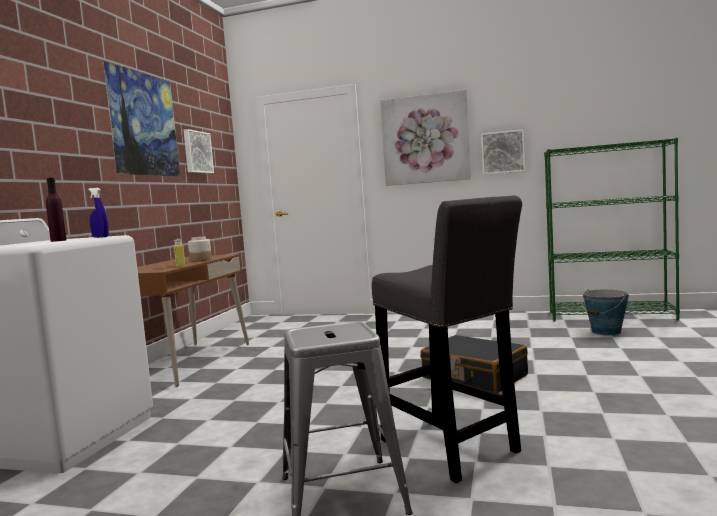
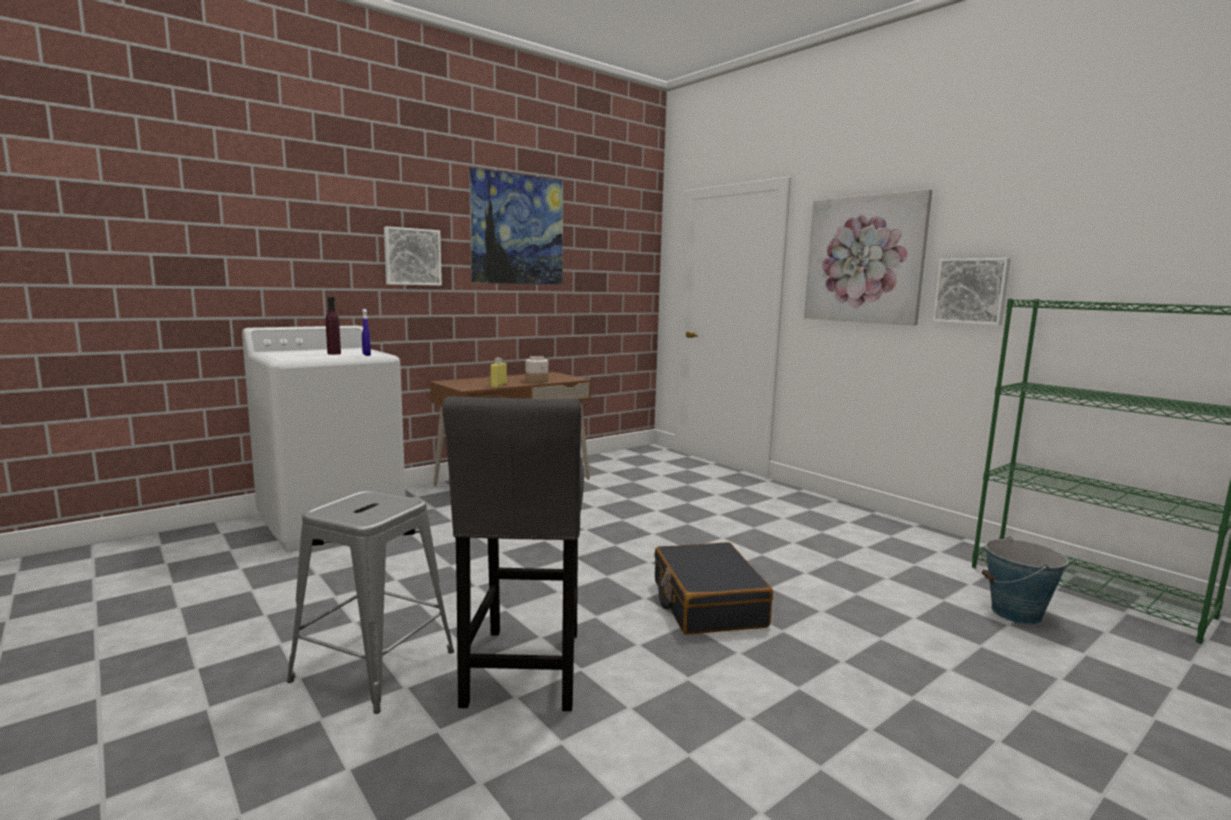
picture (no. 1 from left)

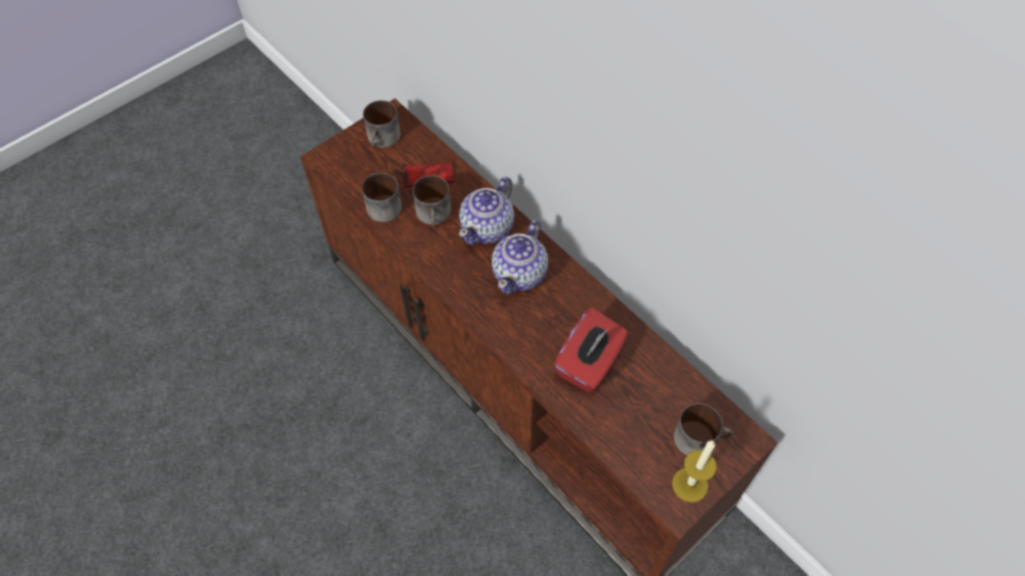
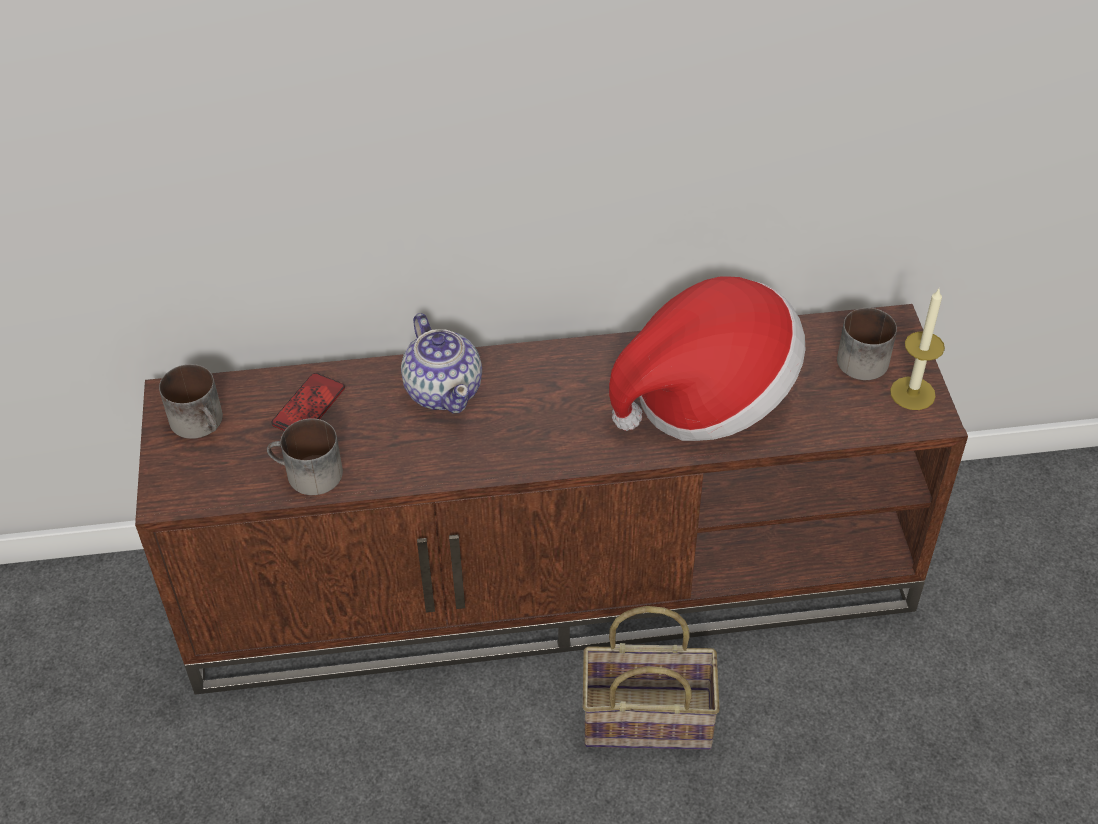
basket
wearable hat
mug (no. 3 from left in the first image)
pot for tea (no. 2 from left in the first image)

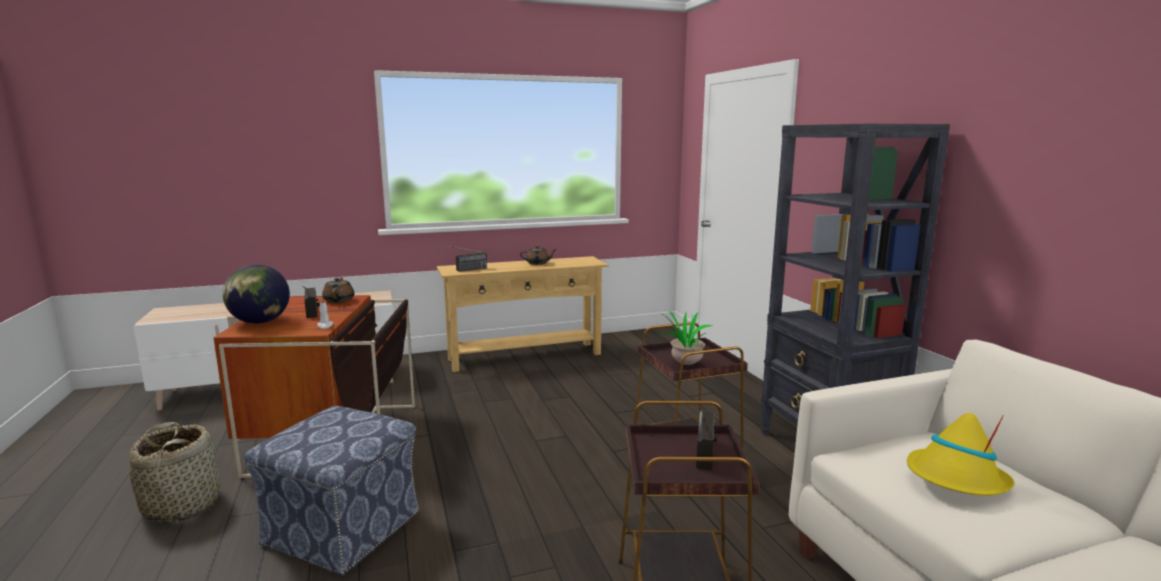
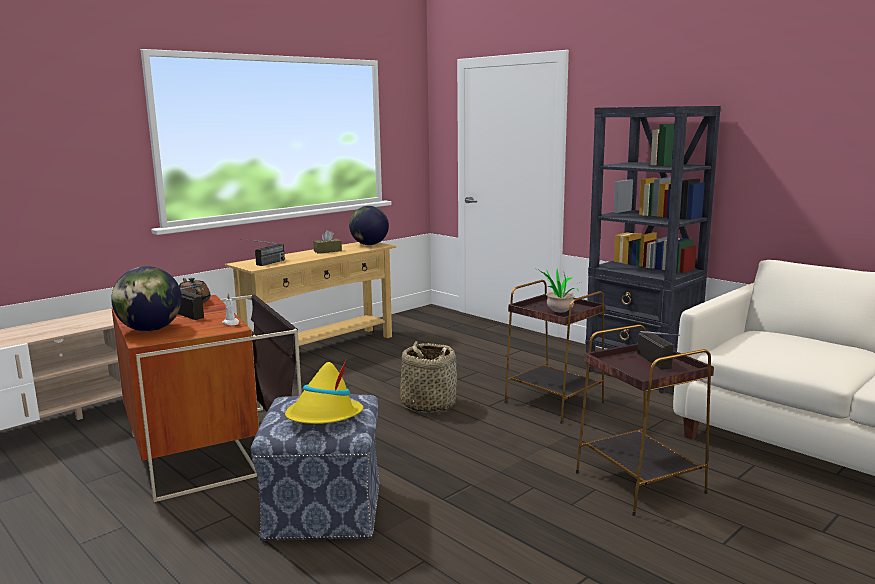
wearable hat (yellowish)
box of tissues (brown)
globe (no. 2 from left)
basket

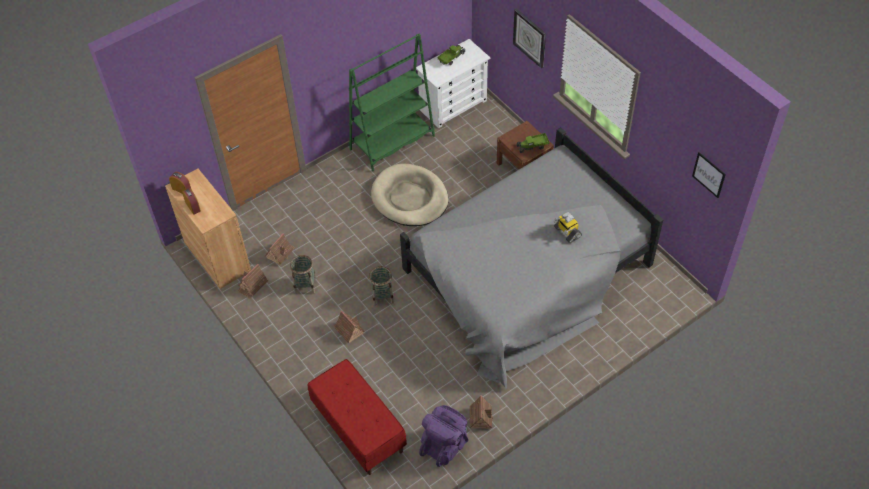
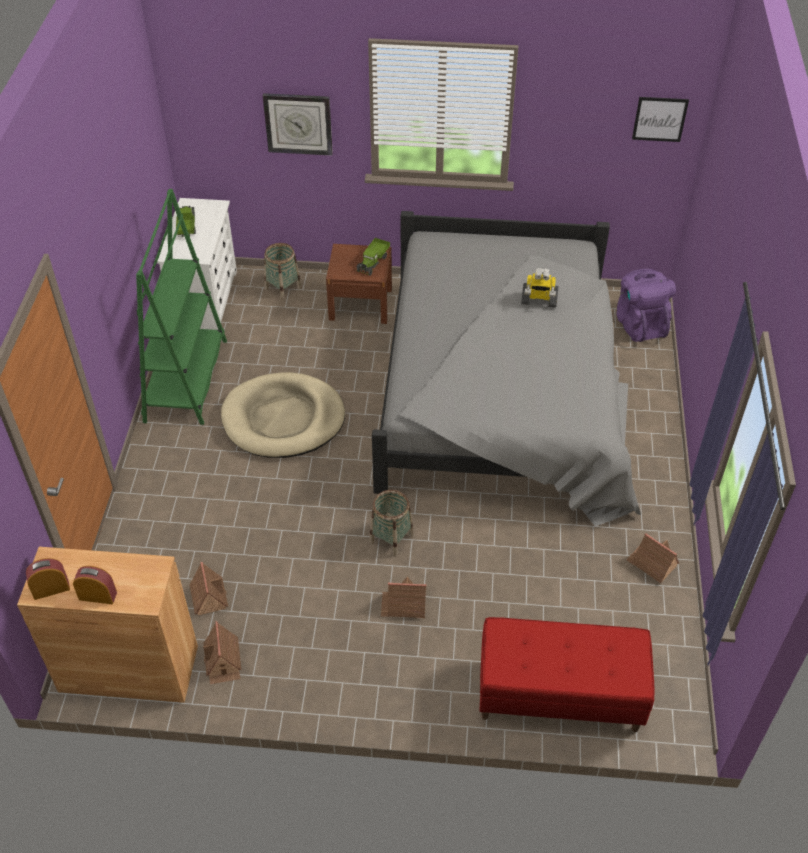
basket (no. 1 from left)
rucksack (purple)

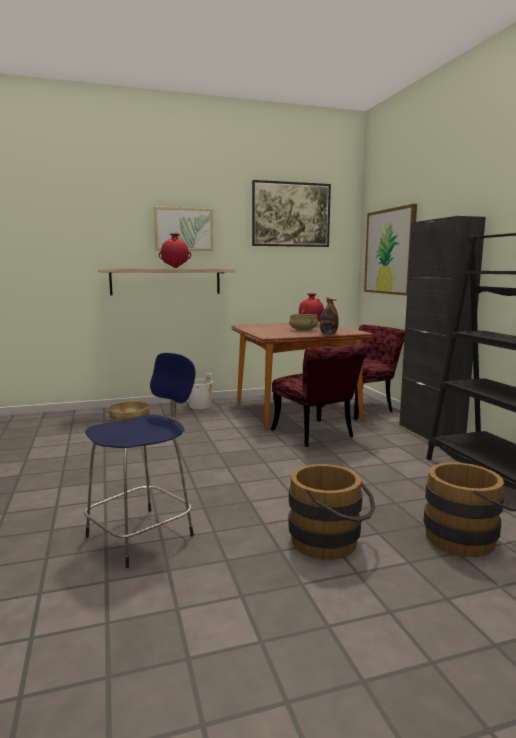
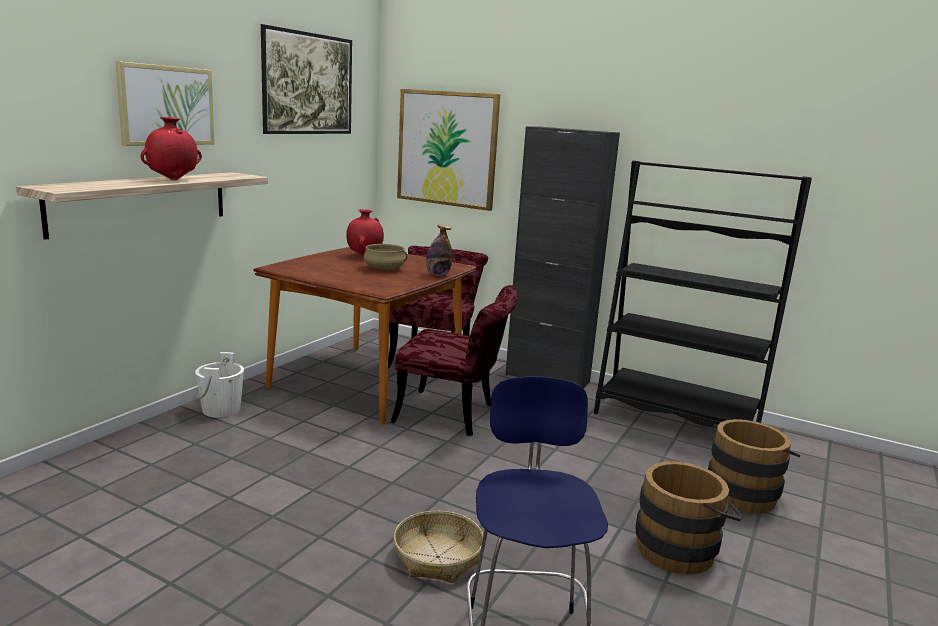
basket

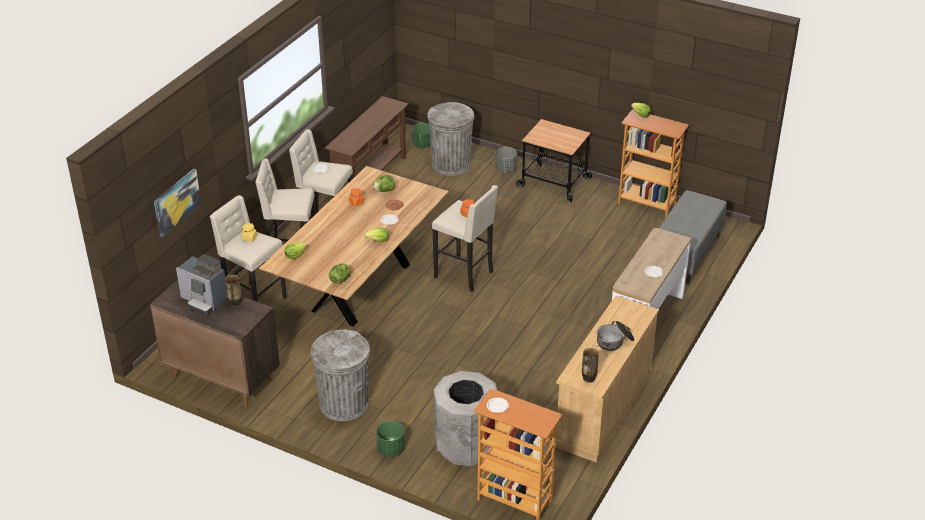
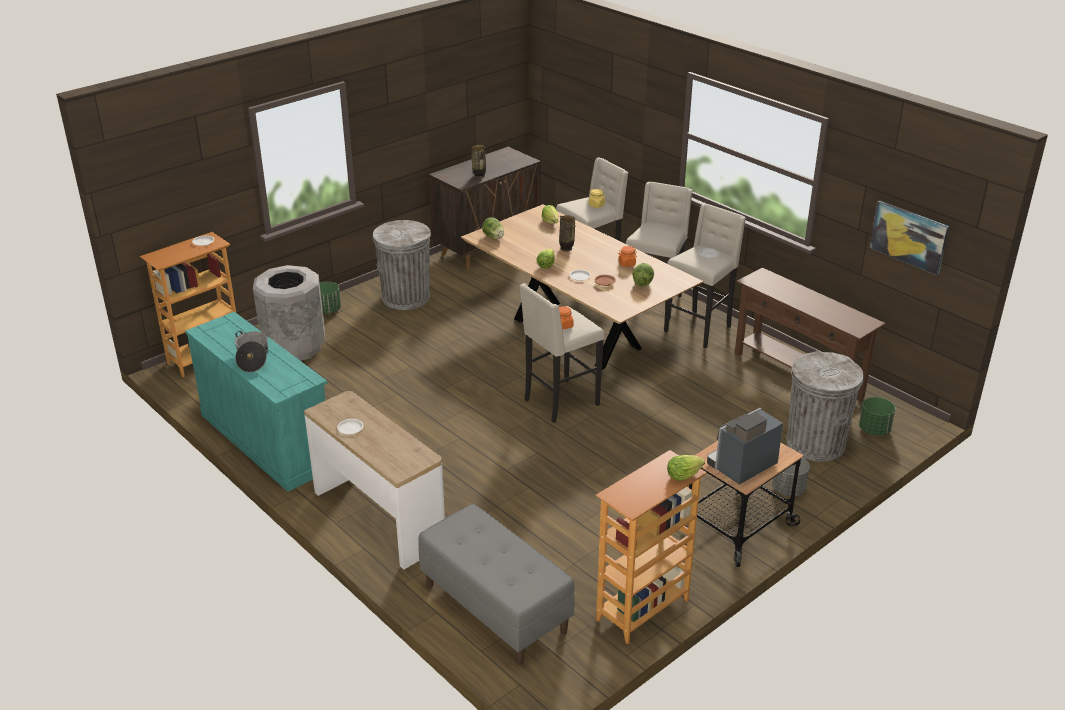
chest of drawers (turquoise)
decorative vase (no. 2 from left)
coffee brewer
picture

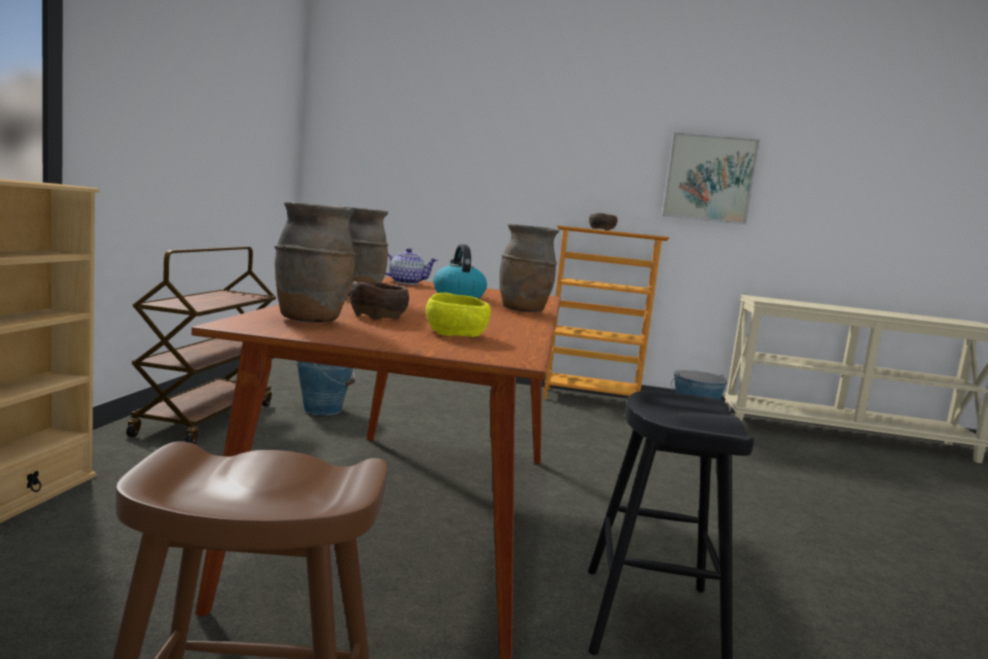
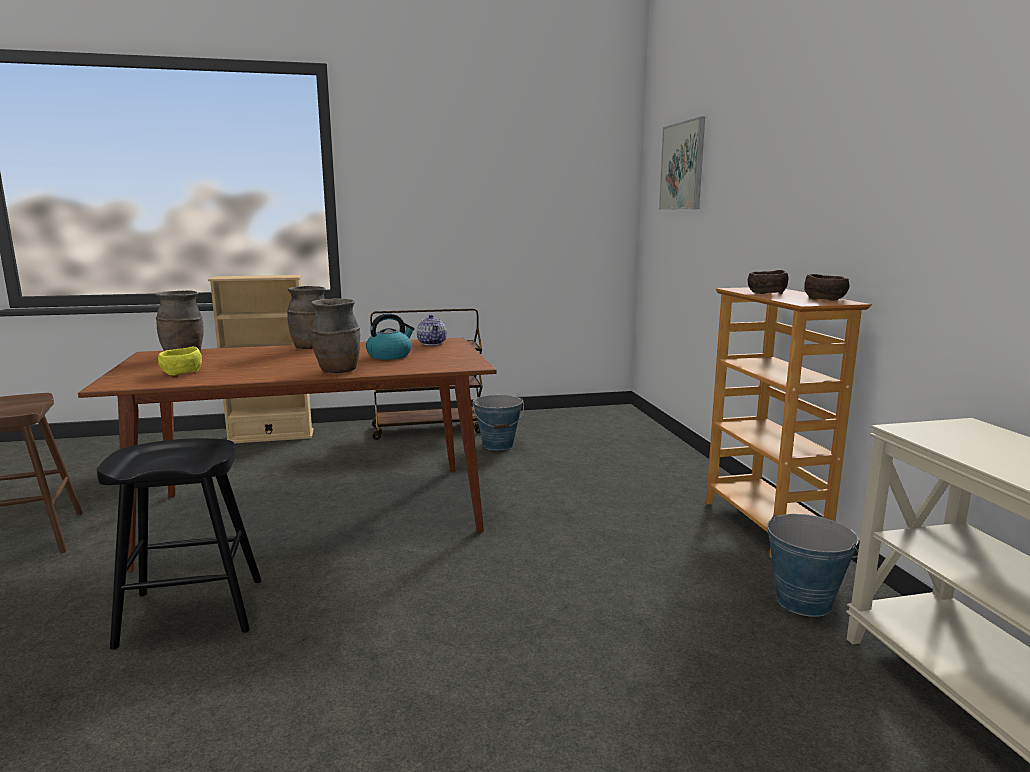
picture
deep dish (brown) (no. 2 from left)

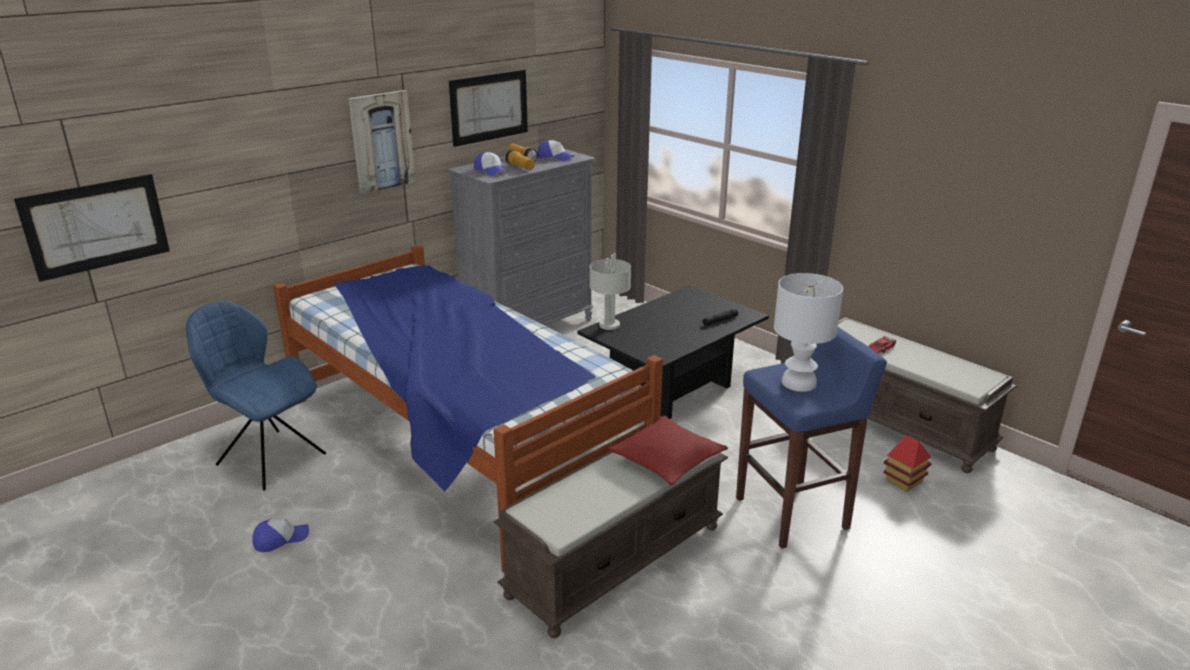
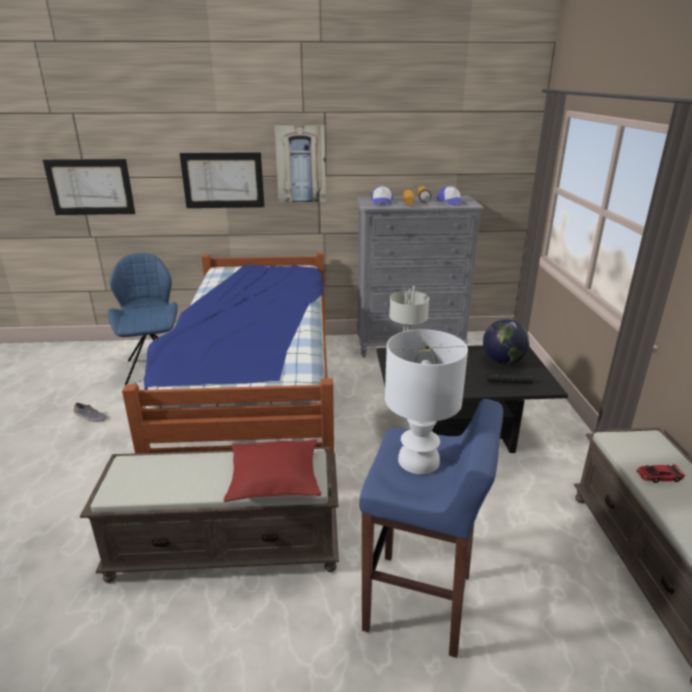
shoe
picture (no. 2 from left)
globe
model house

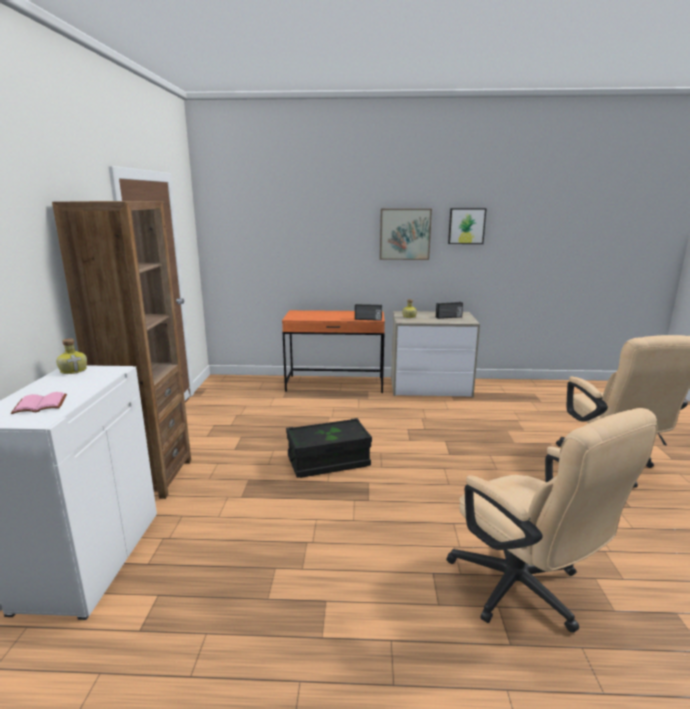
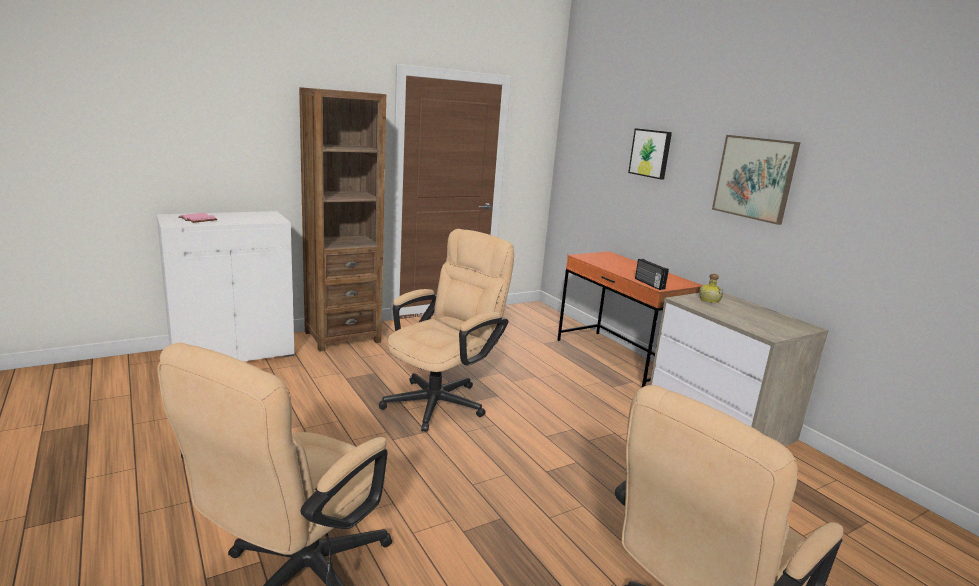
office chair (beige) (no. 2 from left)
picture (no. 1 from left)
bottle (no. 1 from left in the first image)
radio set (no. 2 from left in the first image)

